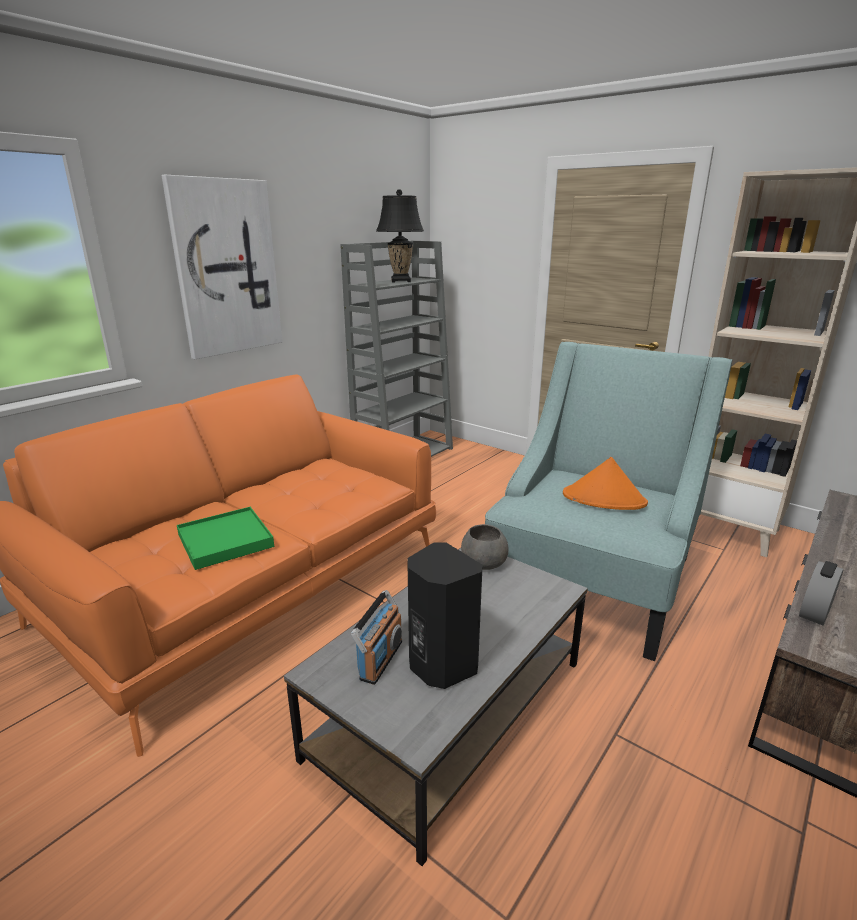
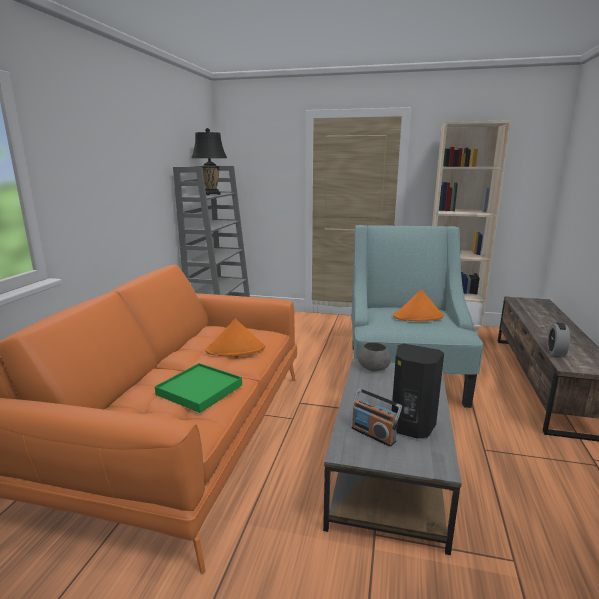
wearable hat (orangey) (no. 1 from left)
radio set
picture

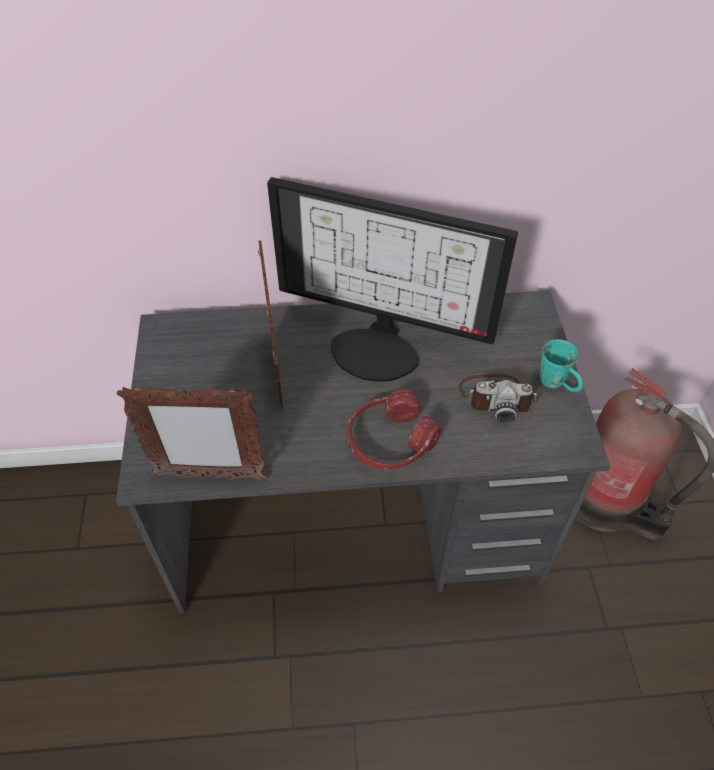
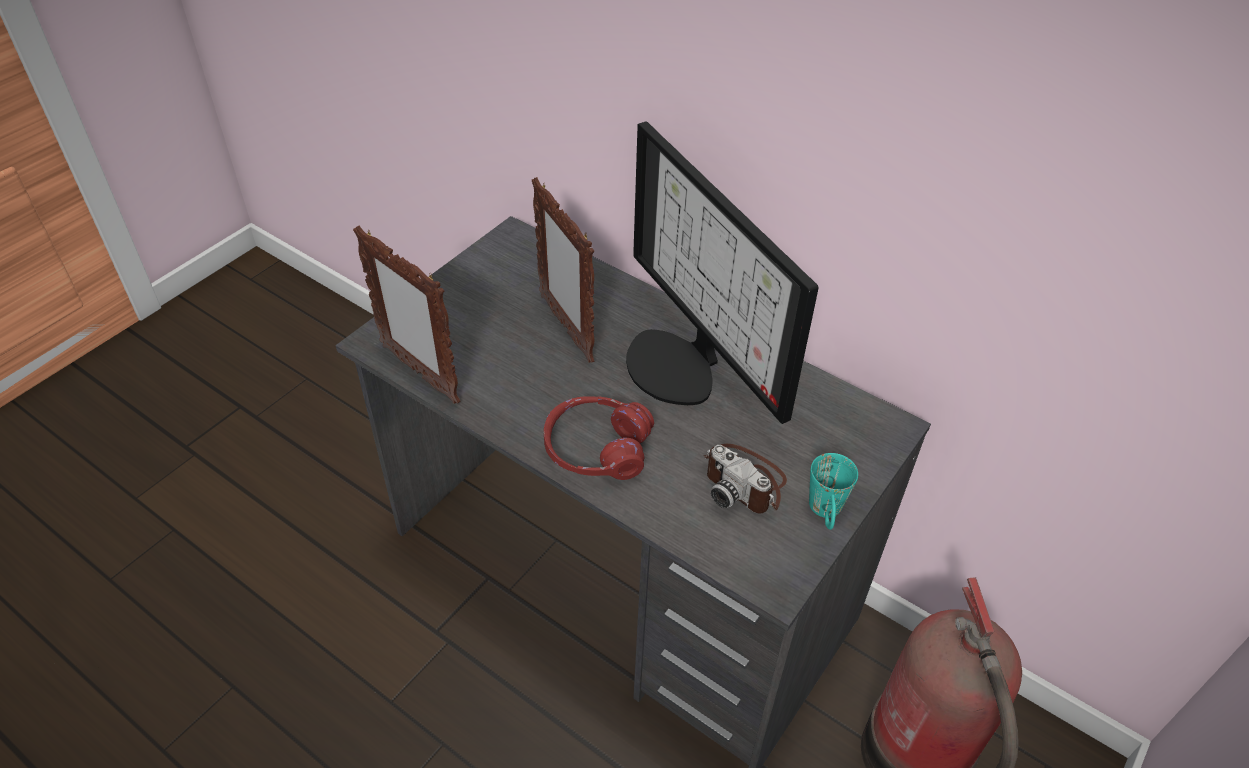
photo frame (no. 2 from left)

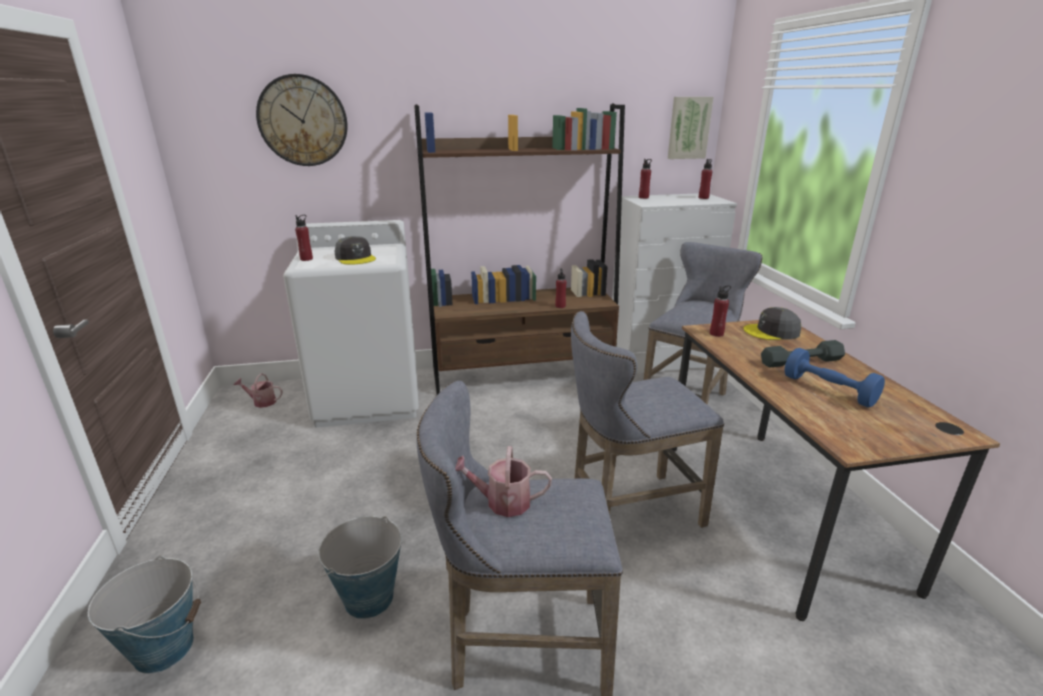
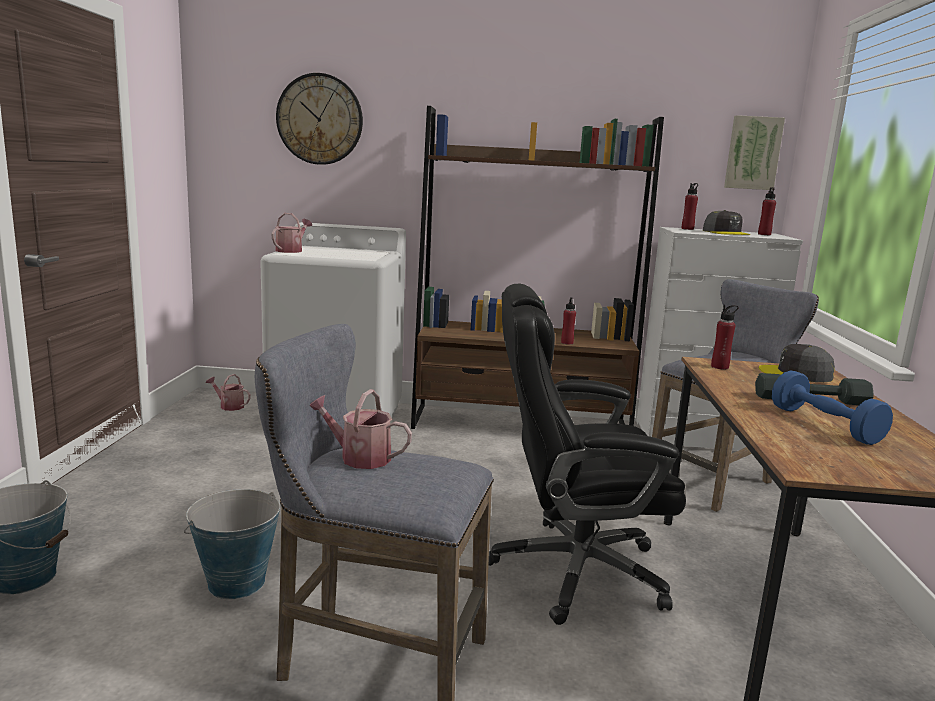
sprinkling can (no. 2 from left)
office chair (black-coloured)
cap (greyish) (no. 1 from left)

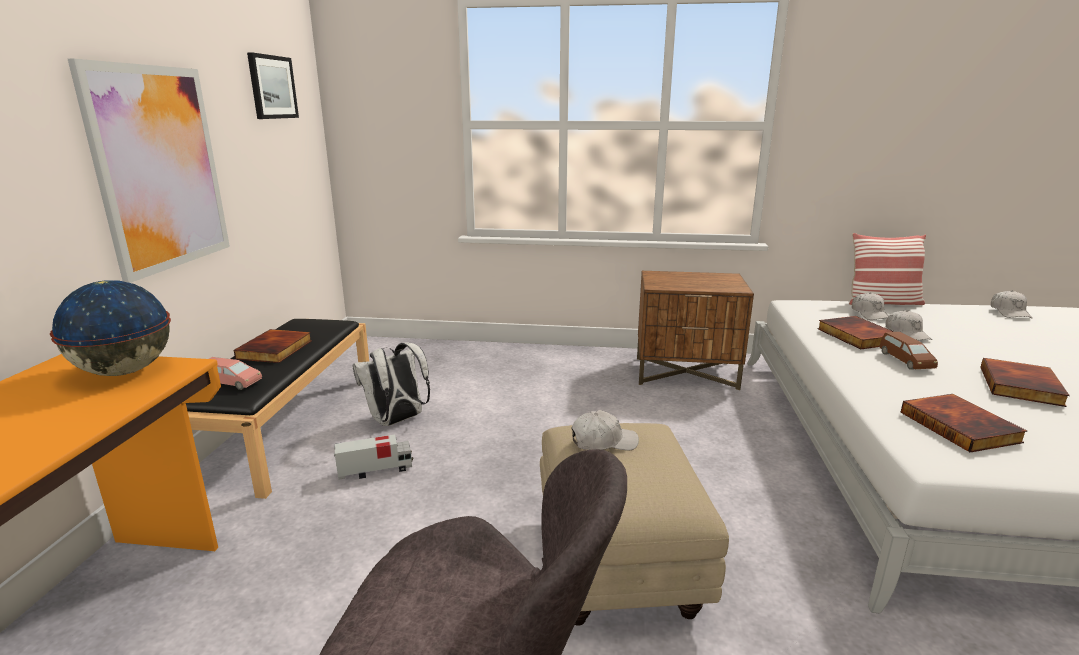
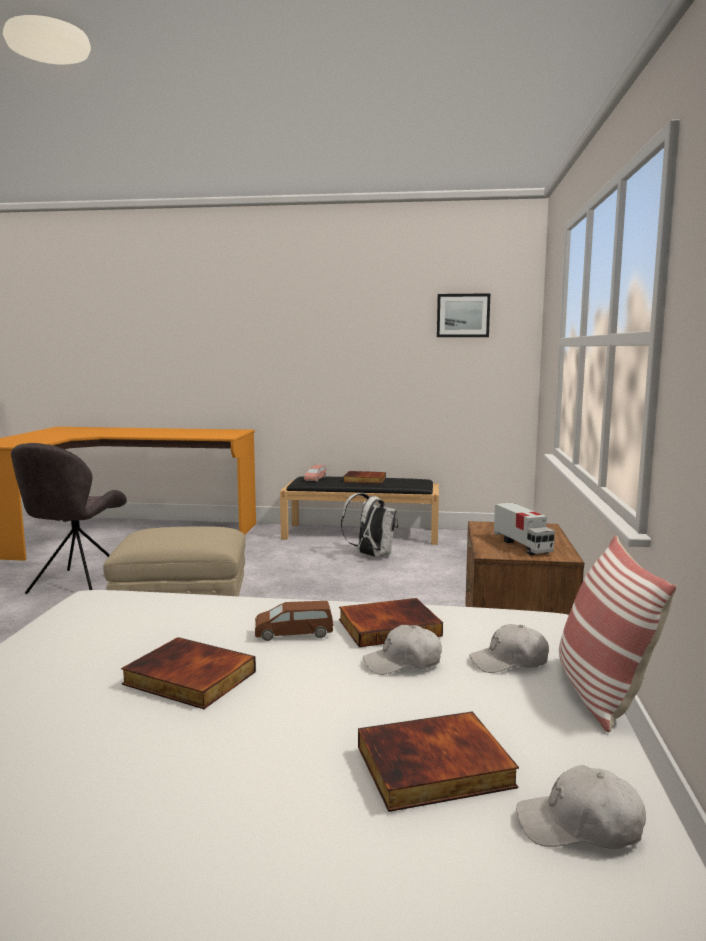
volume (no. 4 from left)
model truck
globe
picture (no. 1 from left in the first image)
cap (white) (no. 1 from left in the first image)

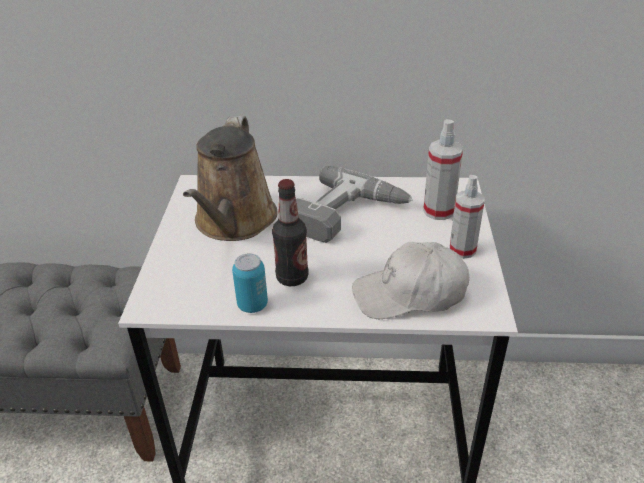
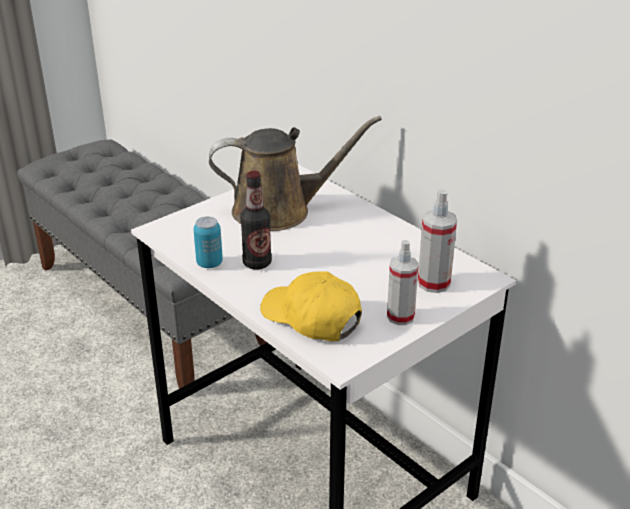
sprinkling can (brown)
cap (yellowish)
power drill

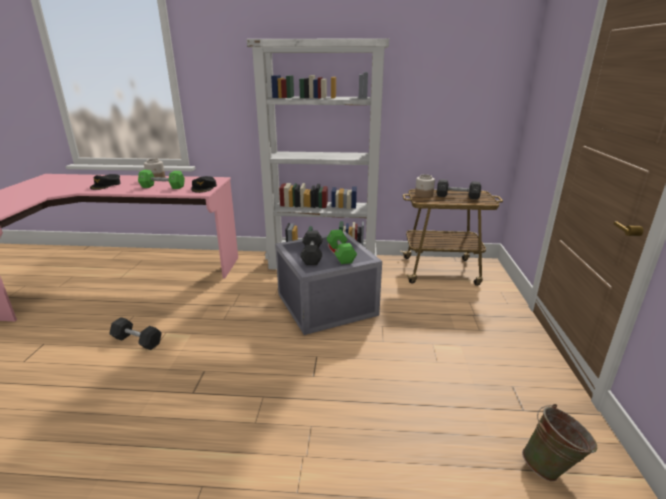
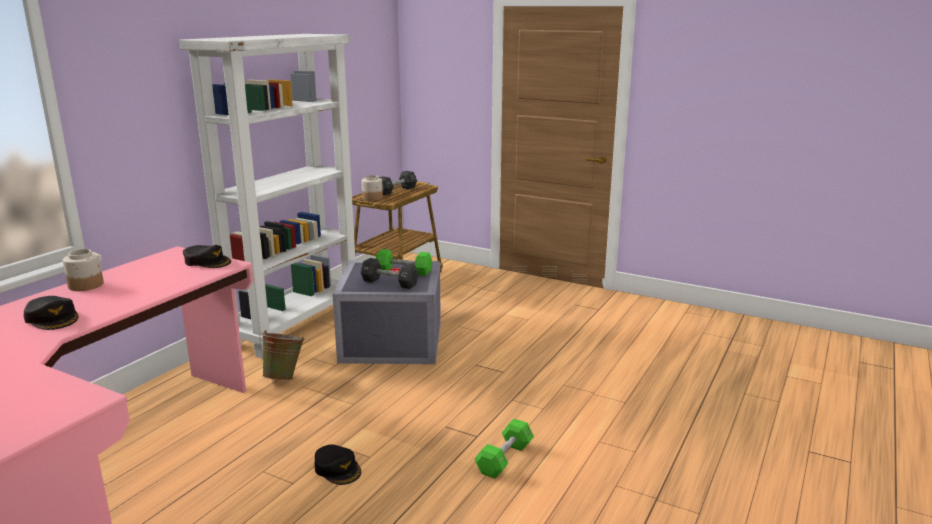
water bucket (greenish)
cap (black-coloured) (no. 3 from left)
free weight (greenish) (no. 2 from left)

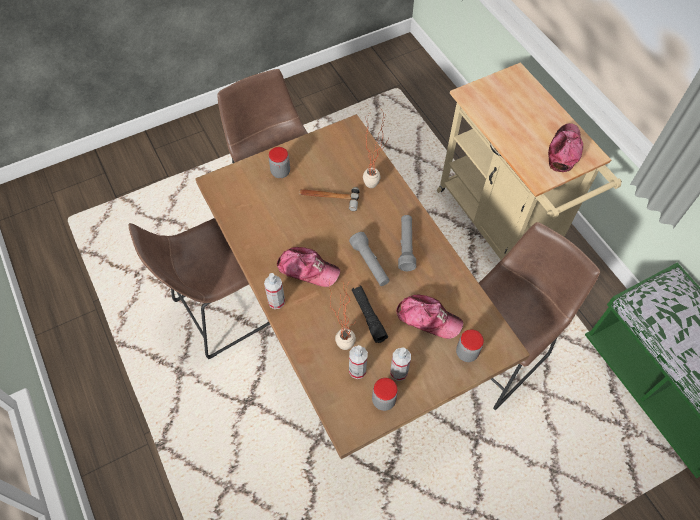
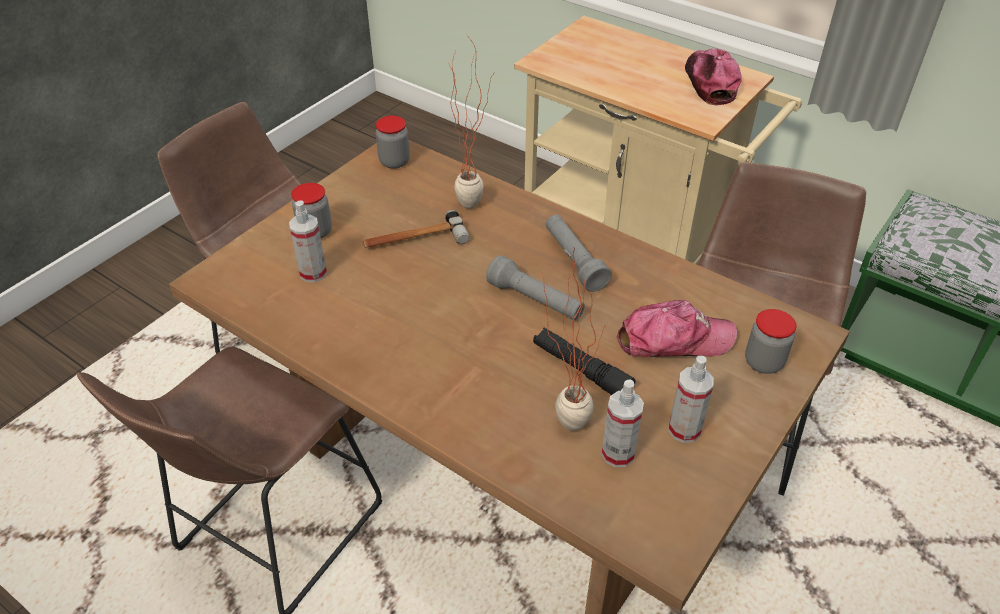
spray bottle (no. 1 from left)
storage jar (no. 2 from left)
cap (no. 1 from left in the first image)

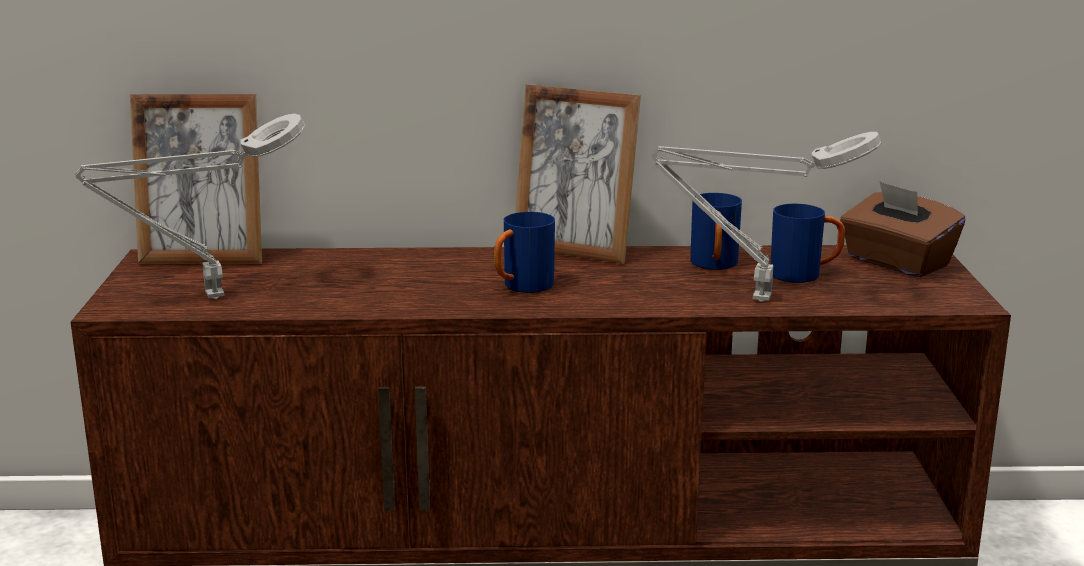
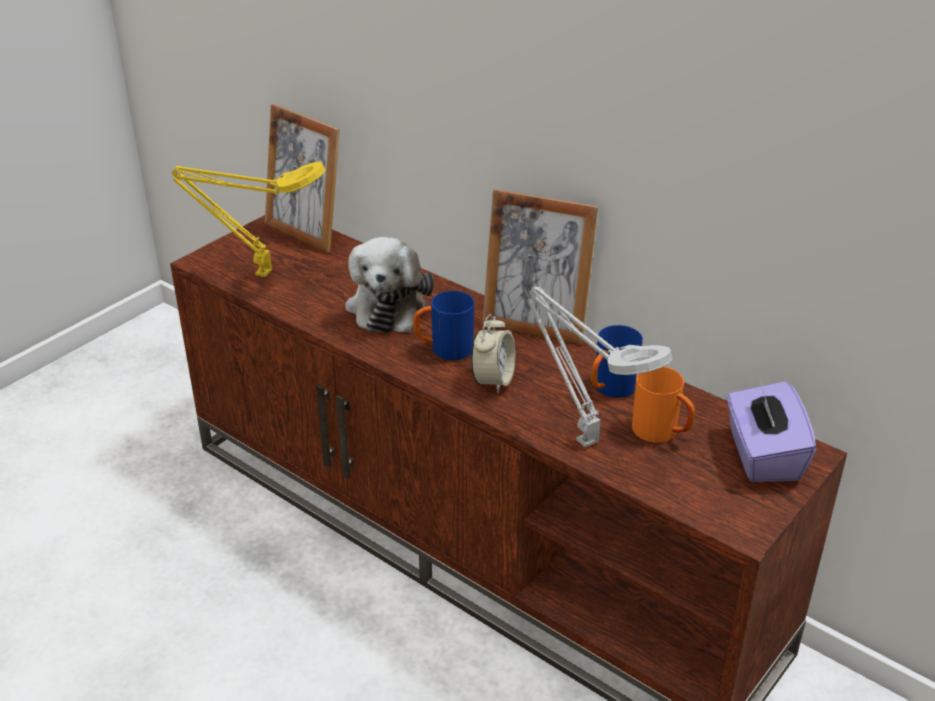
table lamp (yellowish)
plush toy
alarm clock
photo frame (no. 2 from left)
mug (orangey)
box of tissues (purple)

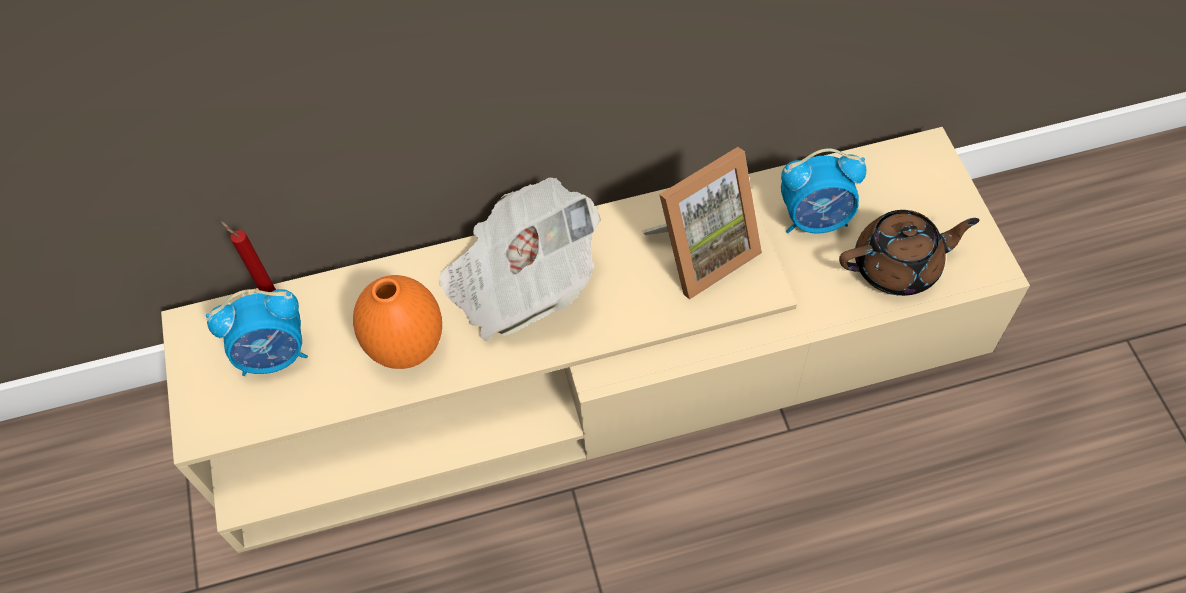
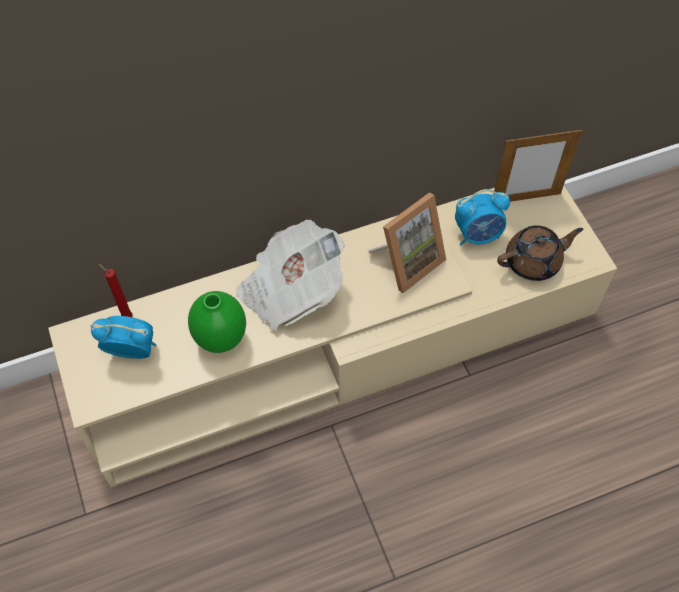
alarm clock (no. 1 from left)
decorative vase (greenish)
photo frame (no. 2 from left)

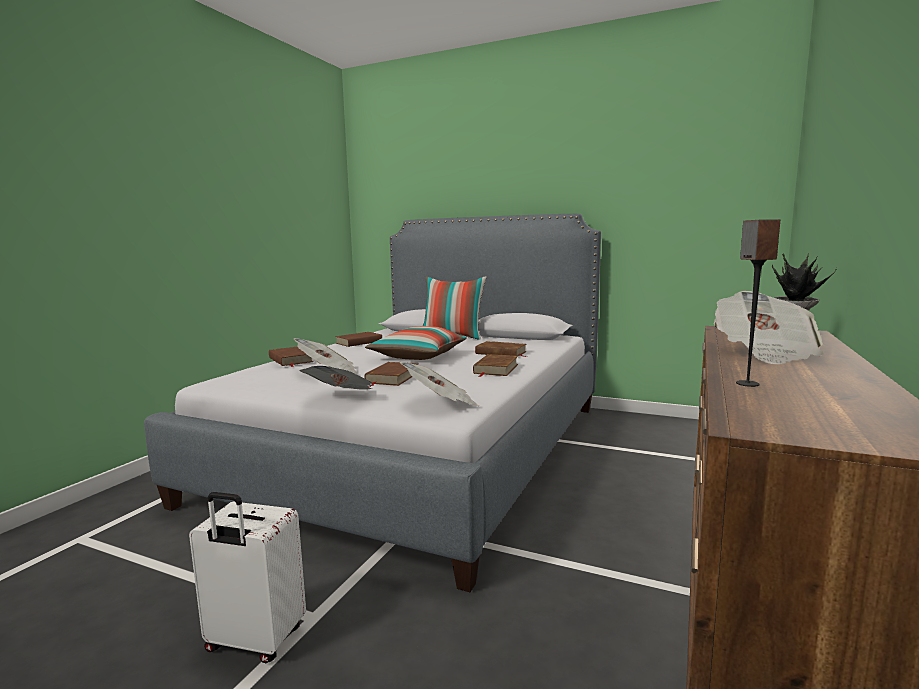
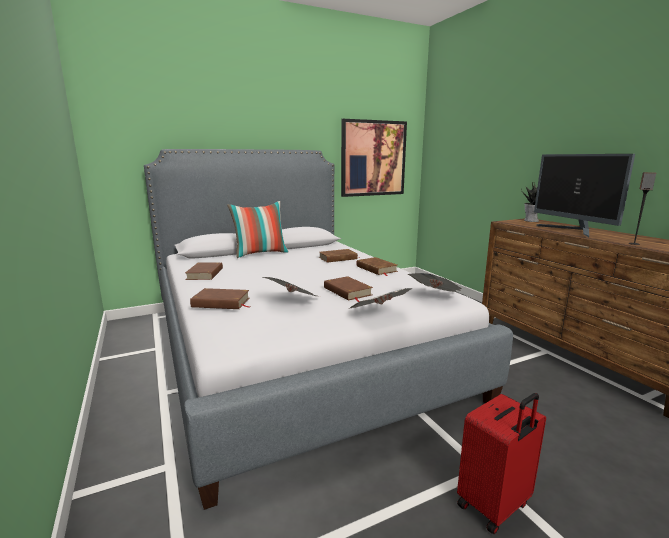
picture
suitcase (red)
monitor
pillow (no. 1 from left in the first image)

